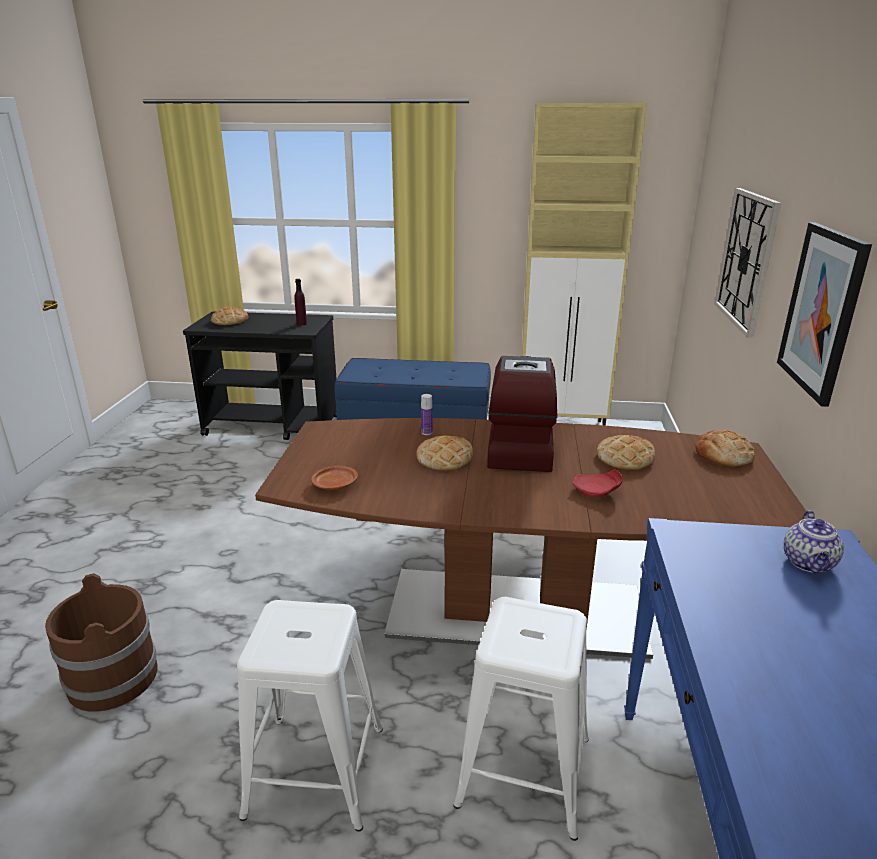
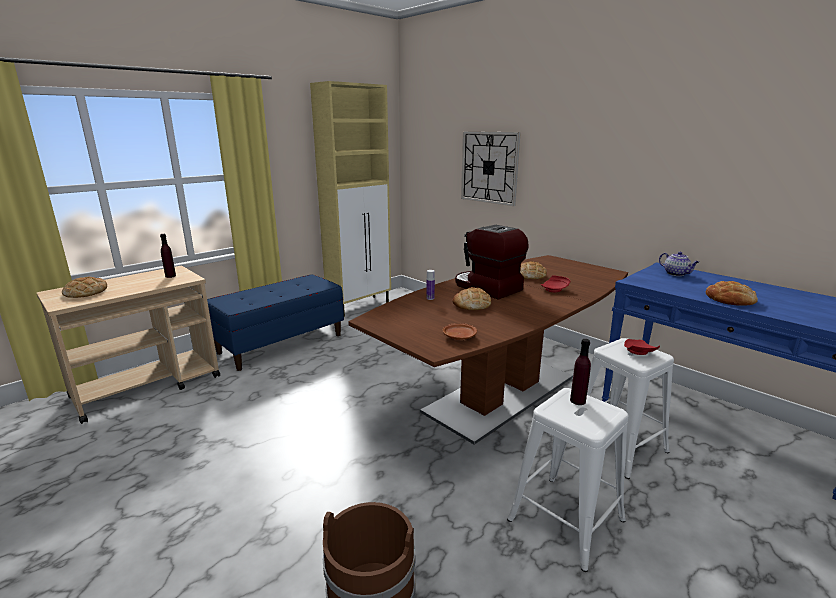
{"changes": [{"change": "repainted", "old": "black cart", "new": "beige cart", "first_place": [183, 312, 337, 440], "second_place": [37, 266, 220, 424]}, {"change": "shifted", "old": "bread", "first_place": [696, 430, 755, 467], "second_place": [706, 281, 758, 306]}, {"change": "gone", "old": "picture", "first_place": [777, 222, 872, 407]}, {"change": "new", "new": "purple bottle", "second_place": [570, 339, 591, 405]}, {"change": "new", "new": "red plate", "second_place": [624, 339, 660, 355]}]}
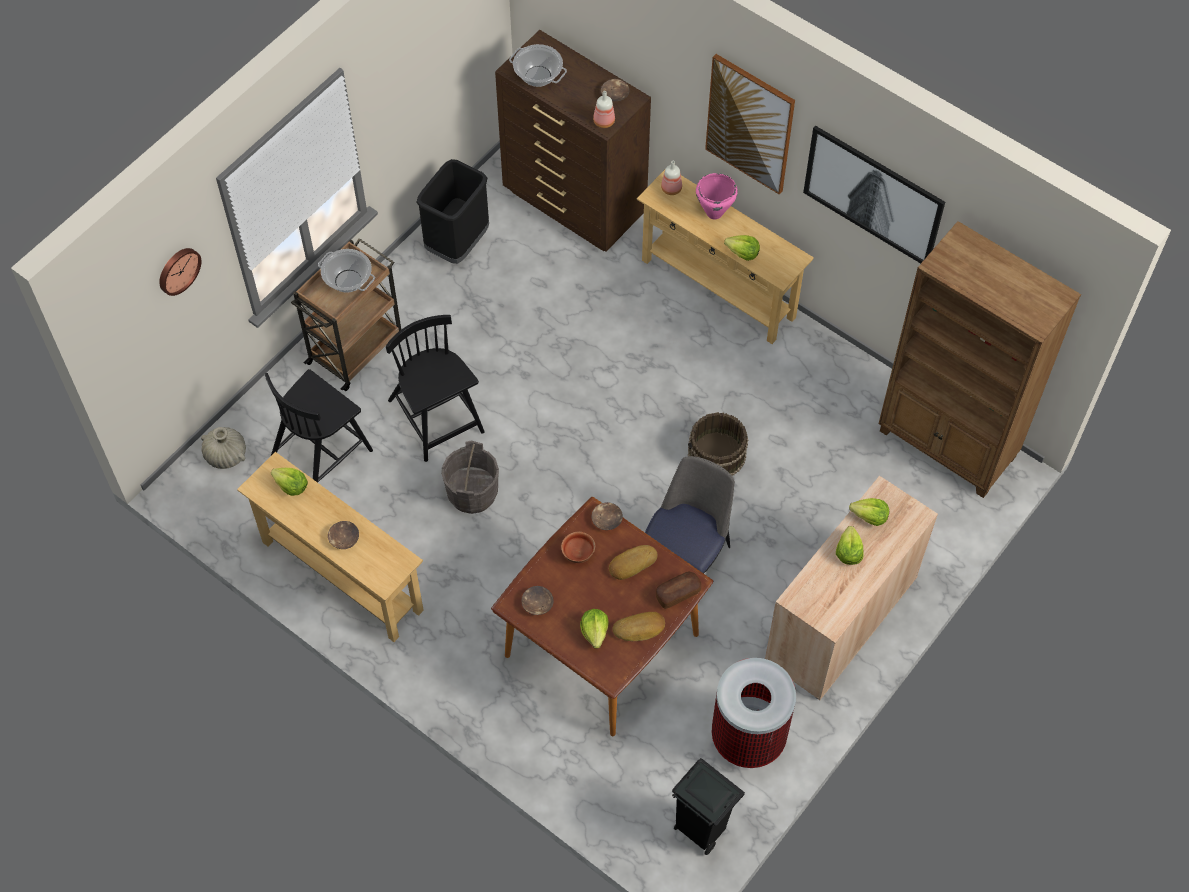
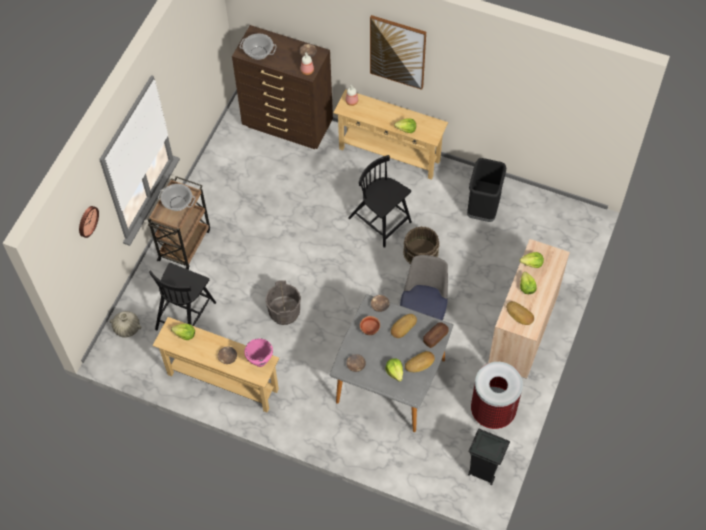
{"changes": [{"change": "shifted", "old": "black chair", "first_place": [386, 315, 485, 462], "second_place": [348, 155, 412, 248]}, {"change": "shifted", "old": "black trash can", "first_place": [416, 159, 489, 264], "second_place": [467, 158, 506, 222]}, {"change": "repainted", "old": "brown dining table", "new": "grey dining table", "first_place": [491, 497, 713, 736], "second_place": [330, 294, 453, 432]}, {"change": "shifted", "old": "pink cooking pot", "first_place": [696, 173, 738, 219], "second_place": [244, 338, 273, 367]}, {"change": "gone", "old": "picture", "first_place": [803, 126, 945, 264]}, {"change": "gone", "old": "brown bookcase", "first_place": [878, 221, 1081, 498]}, {"change": "new", "new": "bread", "second_place": [506, 301, 534, 325]}]}
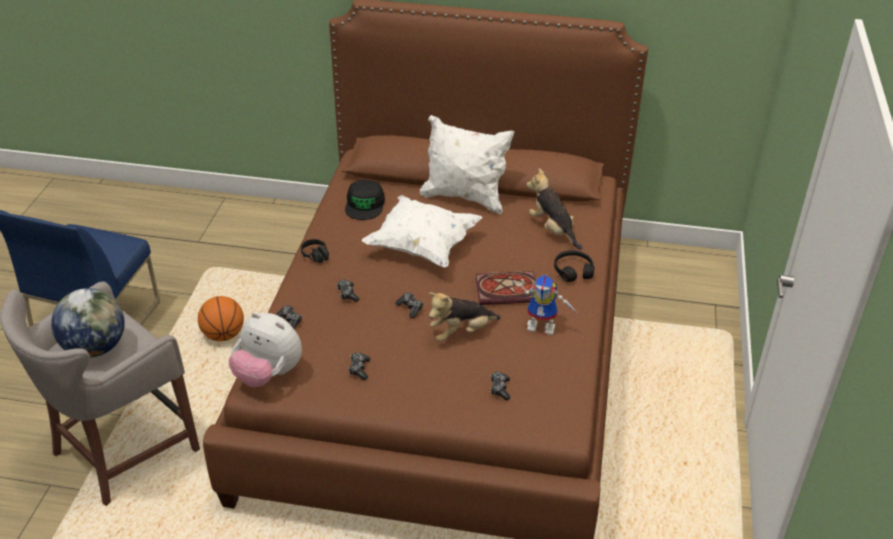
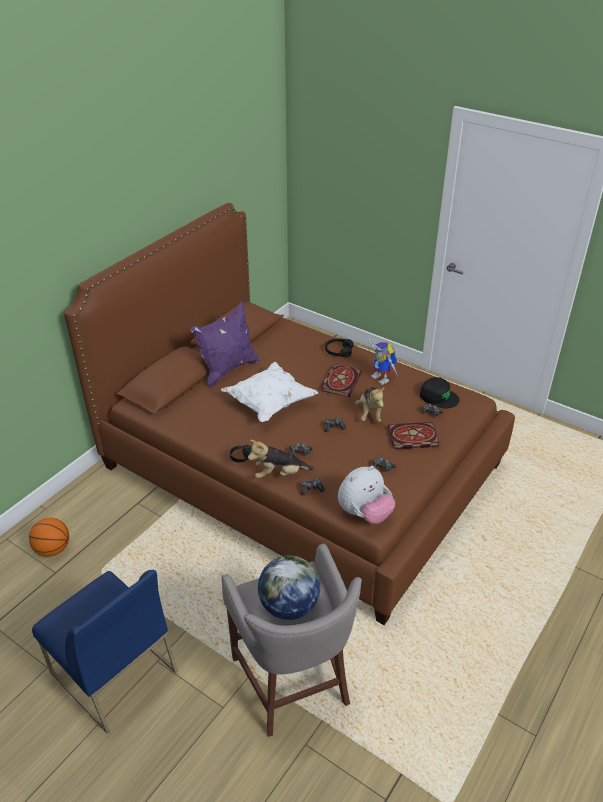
{"changes": [{"change": "shifted", "old": "basketball", "first_place": [198, 296, 244, 341], "second_place": [29, 518, 69, 557]}, {"change": "shifted", "old": "black cap", "first_place": [345, 180, 385, 220], "second_place": [420, 377, 460, 408]}, {"change": "repainted", "old": "white pillow", "new": "purple pillow", "first_place": [420, 115, 514, 215], "second_place": [190, 301, 260, 387]}, {"change": "rotated", "old": "toy robot", "first_place": [513, 274, 577, 335], "second_place": [369, 339, 398, 385], "degrees": 105}, {"change": "shifted", "old": "plush toy", "first_place": [526, 168, 582, 250], "second_place": [248, 440, 314, 478]}, {"change": "new", "new": "book", "second_place": [388, 422, 440, 449]}]}
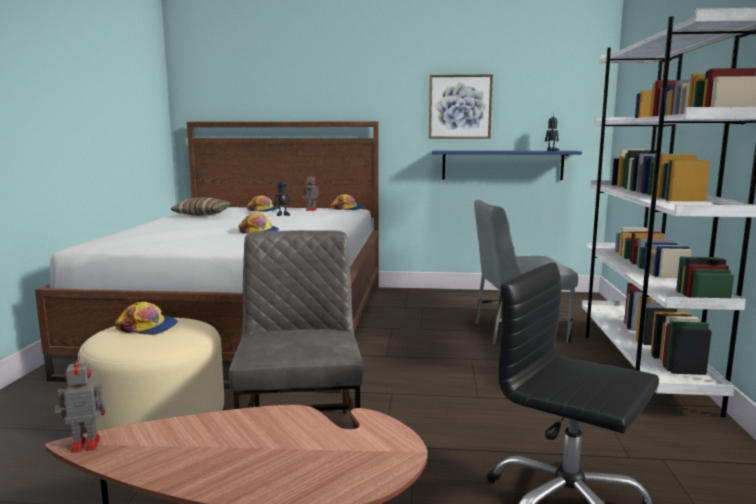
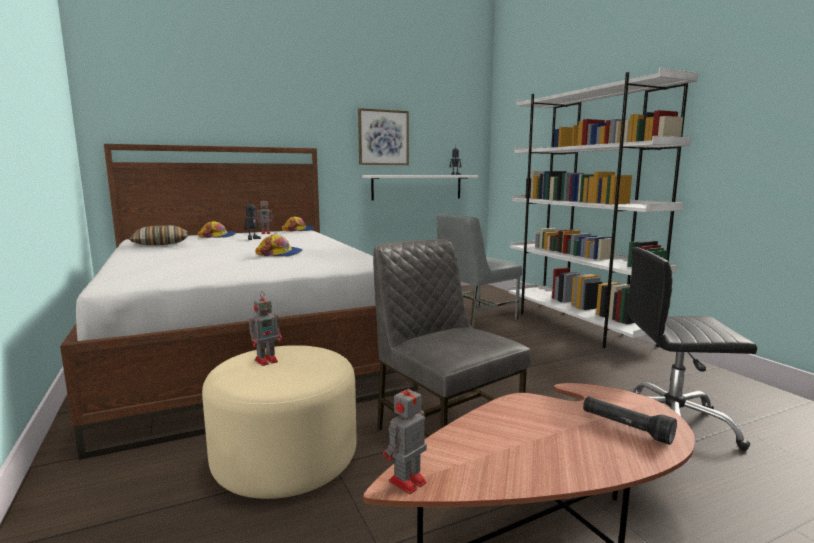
{"changes": [{"change": "swapped", "old": "cap", "new": "toy robot", "first_place": [115, 302, 178, 335], "second_place": [249, 291, 282, 366]}, {"change": "repainted", "old": "blue shelf", "new": "white shelf", "first_place": [432, 150, 582, 180], "second_place": [362, 175, 478, 200]}, {"change": "new", "new": "black flashlight", "second_place": [583, 396, 677, 445]}]}
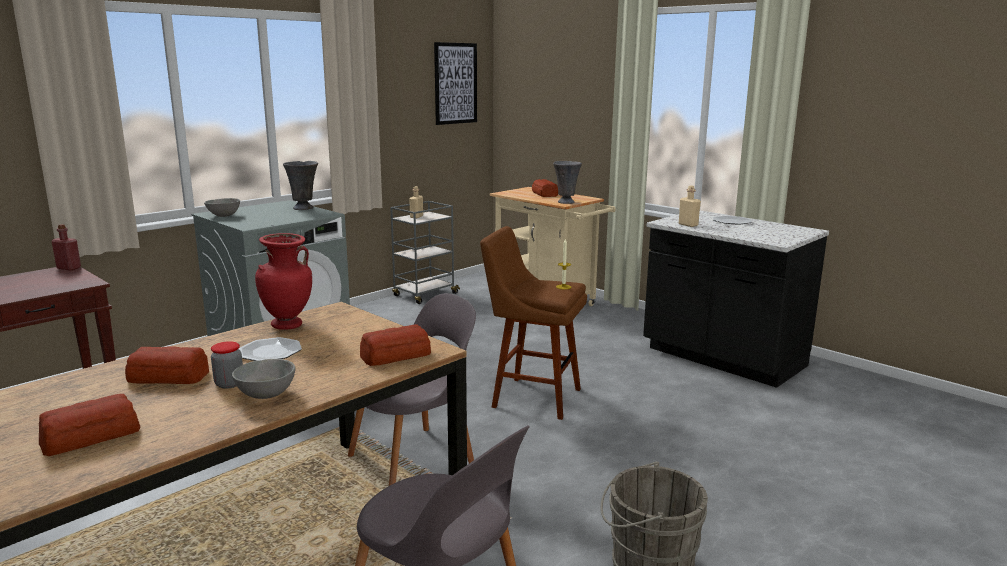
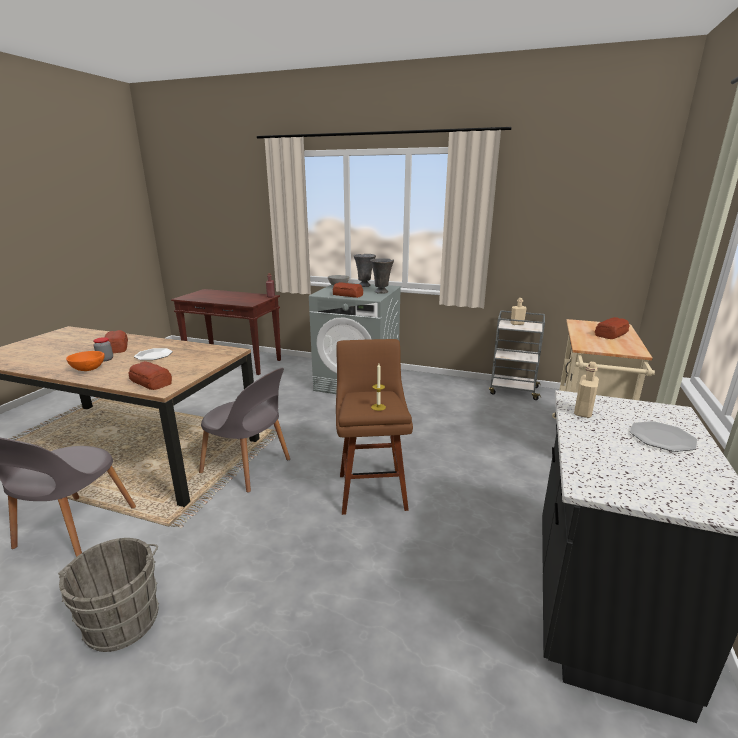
{"changes": [{"change": "shifted", "old": "bread", "first_place": [39, 394, 141, 456], "second_place": [332, 282, 363, 298]}, {"change": "repainted", "old": "grey bowl", "new": "orange bowl", "first_place": [232, 359, 296, 399], "second_place": [66, 351, 105, 371]}, {"change": "gone", "old": "red vase", "first_place": [255, 233, 312, 330]}, {"change": "gone", "old": "picture", "first_place": [434, 42, 477, 125]}, {"change": "shifted", "old": "grey vase", "first_place": [553, 161, 582, 204], "second_place": [354, 254, 376, 287]}]}
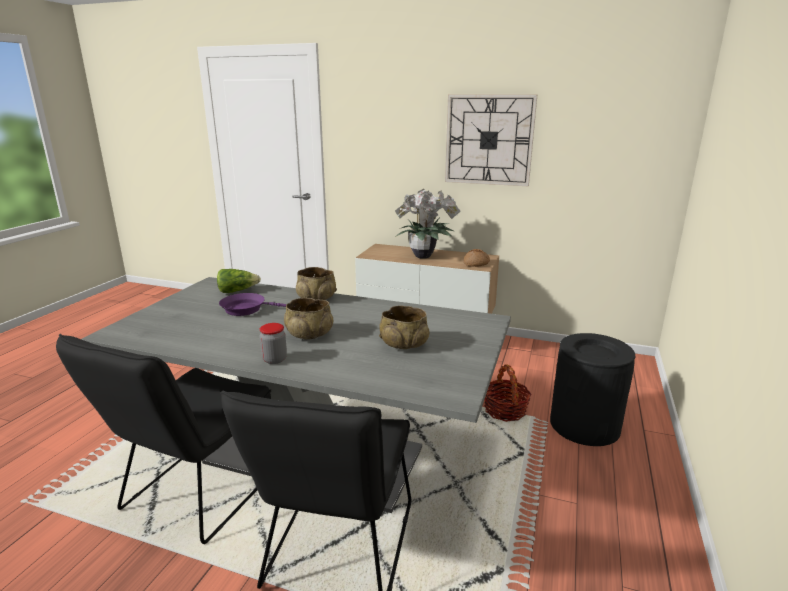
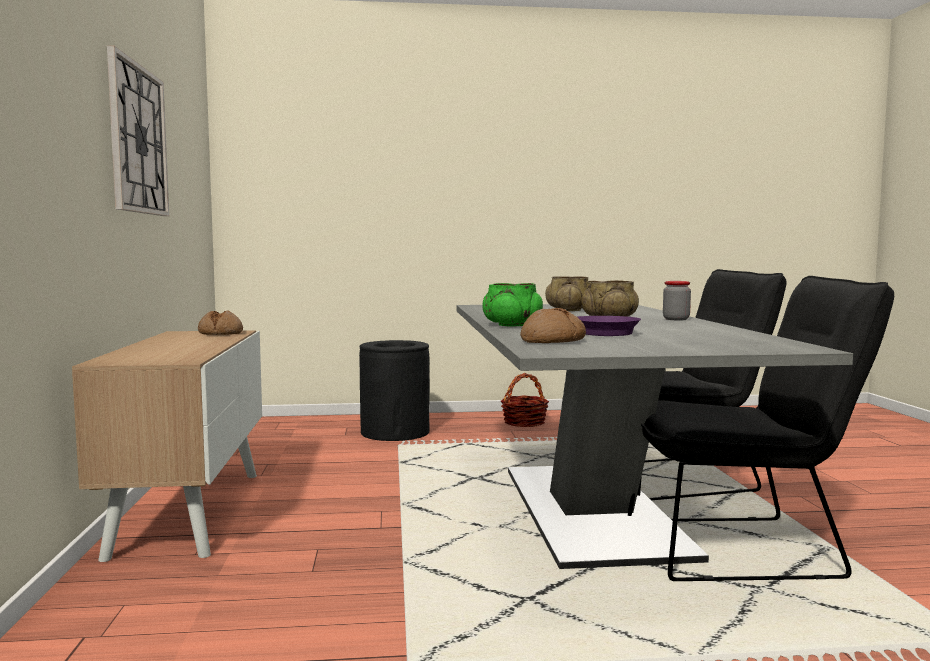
{"changes": [{"change": "swapped", "old": "lettuce", "new": "bread", "first_place": [217, 269, 261, 293], "second_place": [520, 308, 586, 343]}, {"change": "repainted", "old": "beige bowl", "new": "green bowl", "first_place": [296, 267, 337, 300], "second_place": [483, 283, 543, 327]}, {"change": "gone", "old": "potted plant", "first_place": [395, 188, 461, 259]}, {"change": "shifted", "old": "basket", "first_place": [484, 364, 532, 422], "second_place": [501, 373, 549, 427]}]}
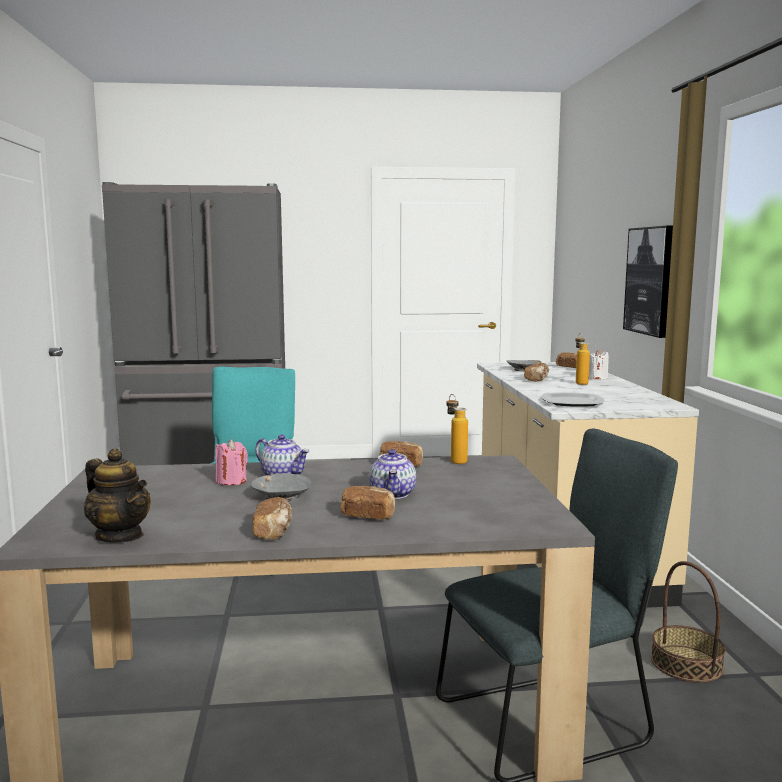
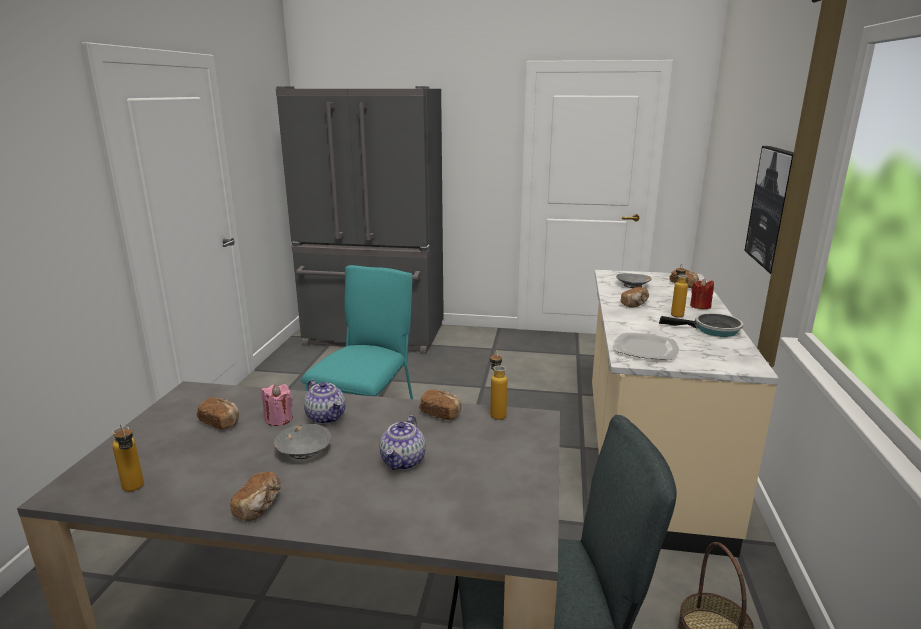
{"changes": [{"change": "swapped", "old": "teapot", "new": "bottle", "first_place": [84, 448, 151, 542], "second_place": [112, 424, 144, 492]}, {"change": "shifted", "old": "bread", "first_place": [340, 486, 395, 519], "second_place": [197, 398, 239, 429]}, {"change": "repainted", "old": "white candle", "new": "red candle", "first_place": [589, 350, 609, 379], "second_place": [690, 278, 714, 309]}, {"change": "new", "new": "frying pan", "second_place": [659, 313, 743, 337]}]}
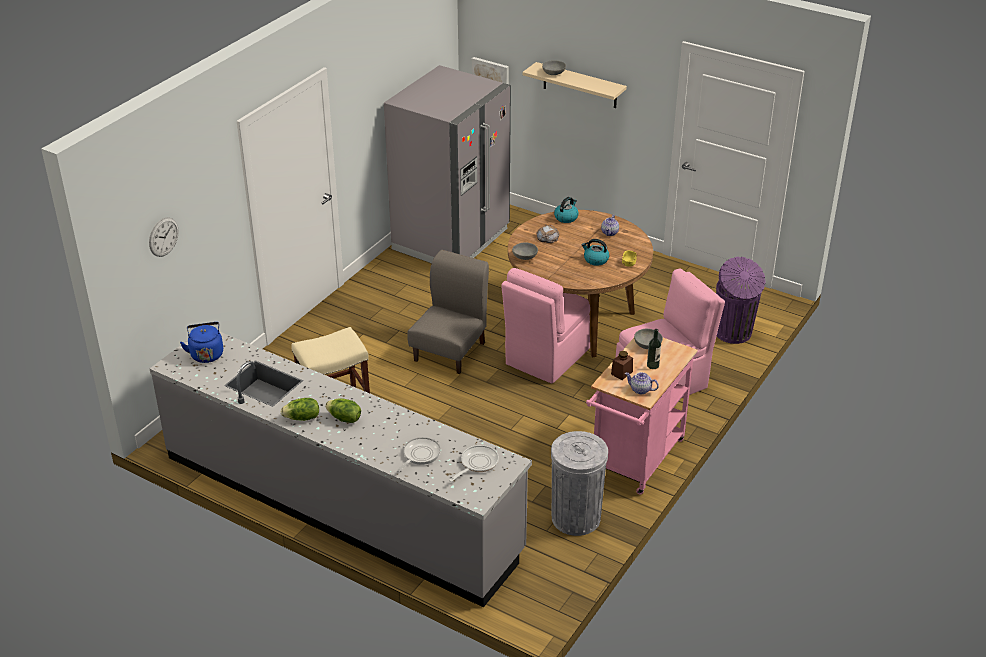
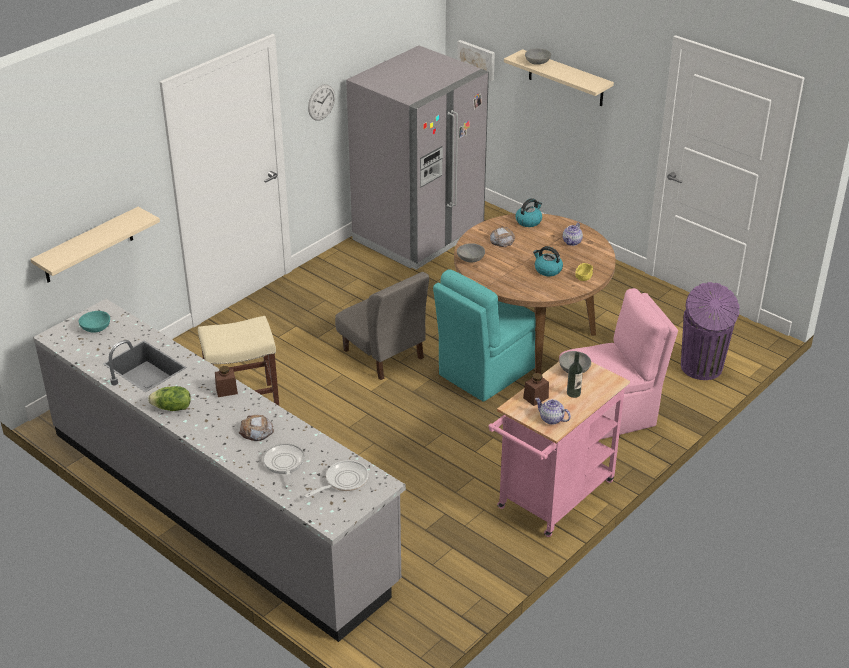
{"changes": [{"change": "shifted", "old": "wall clock", "first_place": [149, 217, 179, 257], "second_place": [308, 84, 335, 121]}, {"change": "swapped", "old": "blue kettle", "new": "turquoise bowl", "first_place": [180, 322, 223, 363], "second_place": [79, 311, 110, 333]}, {"change": "gone", "old": "lettuce", "first_place": [325, 398, 361, 423]}, {"change": "rotated", "old": "frying pan", "first_place": [397, 437, 441, 472], "second_place": [263, 443, 305, 486], "degrees": -60}, {"change": "rotated", "old": "grey chair", "first_place": [407, 250, 489, 374], "second_place": [335, 272, 429, 380], "degrees": 105}, {"change": "repainted", "old": "pink chair", "new": "turquoise chair", "first_place": [501, 268, 590, 384], "second_place": [433, 270, 536, 402]}, {"change": "gone", "old": "grey trash can", "first_place": [551, 431, 608, 536]}, {"change": "new", "new": "beige shelf", "second_place": [31, 207, 160, 283]}, {"change": "new", "new": "brown jar", "second_place": [215, 366, 238, 397]}, {"change": "new", "new": "bread", "second_place": [239, 415, 274, 441]}]}
